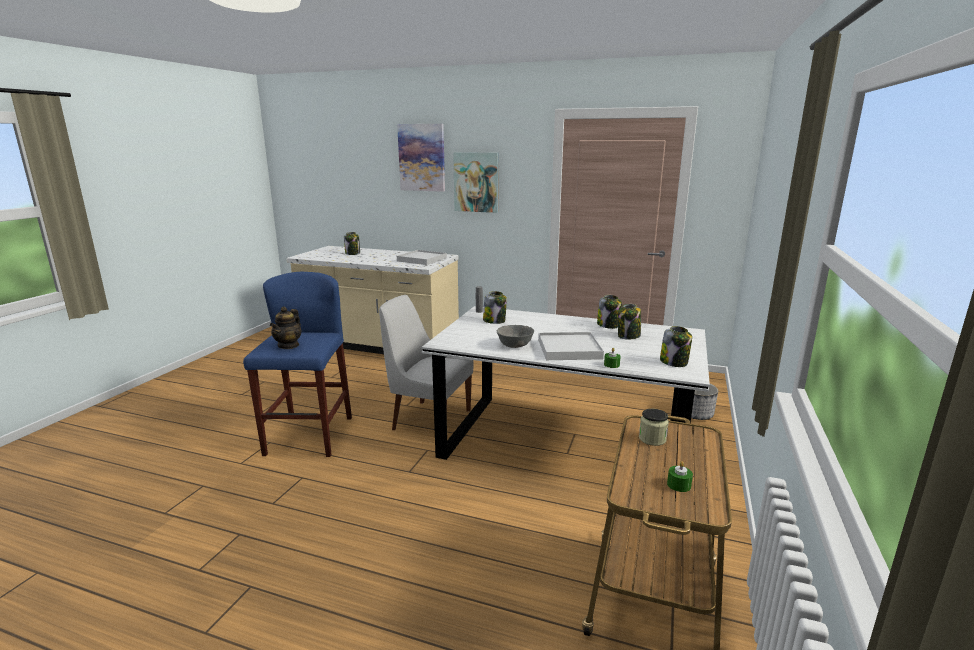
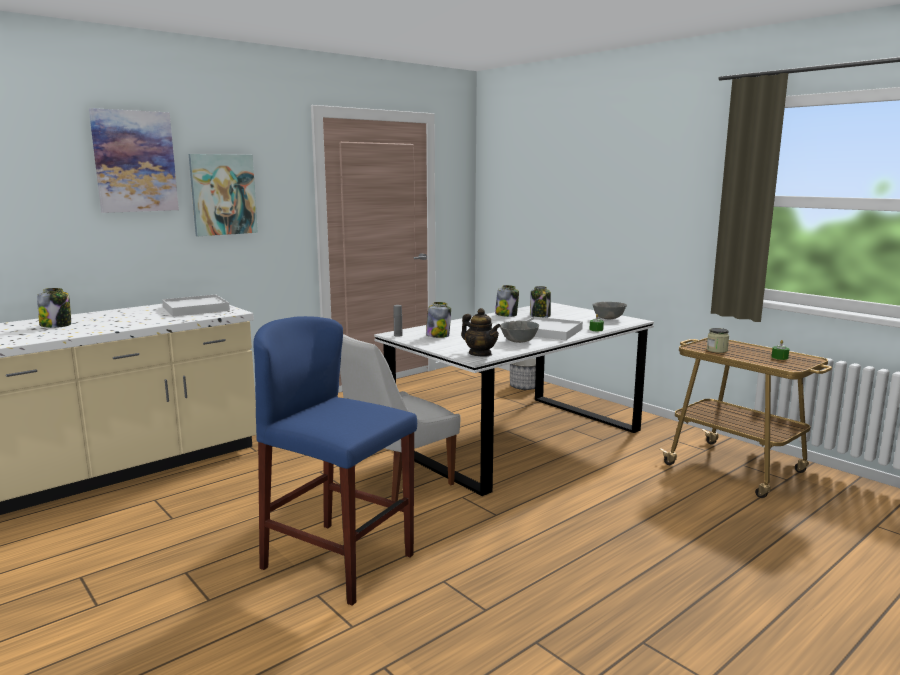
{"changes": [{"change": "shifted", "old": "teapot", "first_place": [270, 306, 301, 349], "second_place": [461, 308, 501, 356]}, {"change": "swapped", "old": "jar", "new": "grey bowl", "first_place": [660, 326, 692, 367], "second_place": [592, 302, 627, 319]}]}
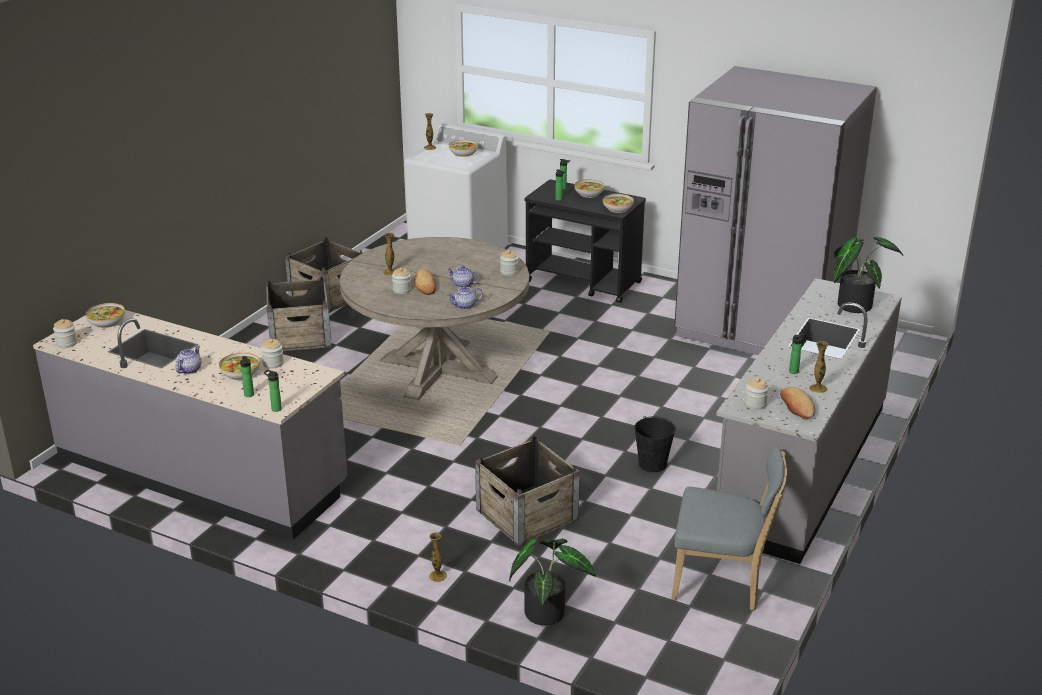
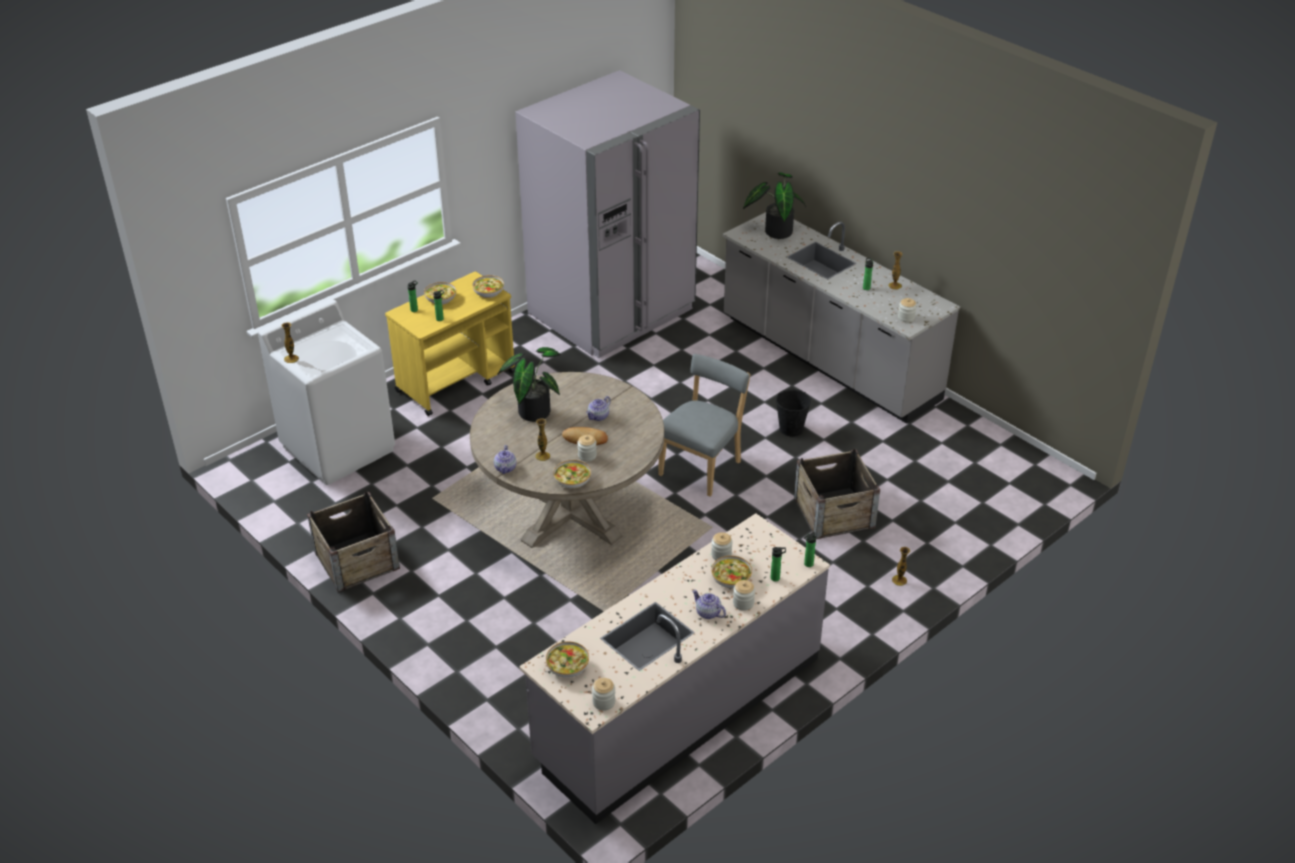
{"changes": [{"change": "gone", "old": "crate", "first_place": [266, 276, 332, 351]}, {"change": "shifted", "old": "teapot", "first_place": [447, 286, 483, 309], "second_place": [494, 445, 516, 474]}, {"change": "shifted", "old": "bowl", "first_place": [449, 139, 478, 157], "second_place": [554, 460, 591, 489]}, {"change": "shifted", "old": "jar", "first_place": [500, 250, 518, 276], "second_place": [733, 580, 755, 611]}, {"change": "shifted", "old": "potted plant", "first_place": [509, 537, 596, 626], "second_place": [497, 347, 561, 422]}, {"change": "repainted", "old": "black cart", "new": "yellow cart", "first_place": [525, 179, 646, 303], "second_place": [385, 271, 515, 416]}, {"change": "shifted", "old": "grey chair", "first_place": [672, 446, 787, 611], "second_place": [658, 354, 751, 496]}, {"change": "gone", "old": "bread", "first_place": [780, 387, 815, 418]}]}
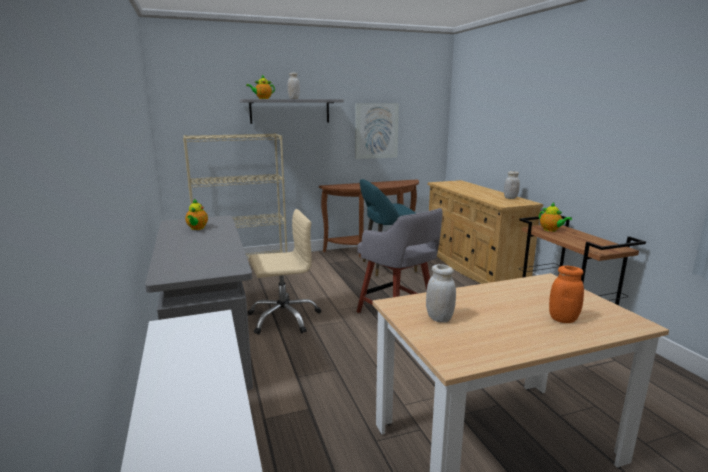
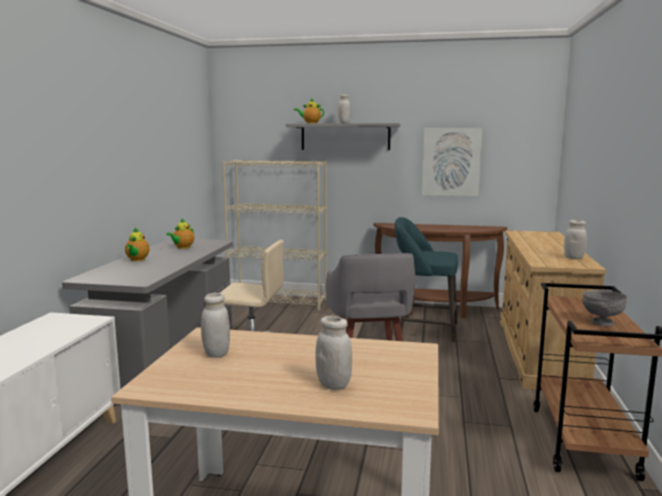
{"changes": [{"change": "shifted", "old": "teapot", "first_place": [539, 202, 572, 232], "second_place": [125, 227, 150, 261]}, {"change": "repainted", "old": "orange jar", "new": "white jar", "first_place": [549, 266, 584, 323], "second_place": [316, 316, 352, 390]}, {"change": "new", "new": "grey bowl", "second_place": [583, 290, 627, 326]}]}
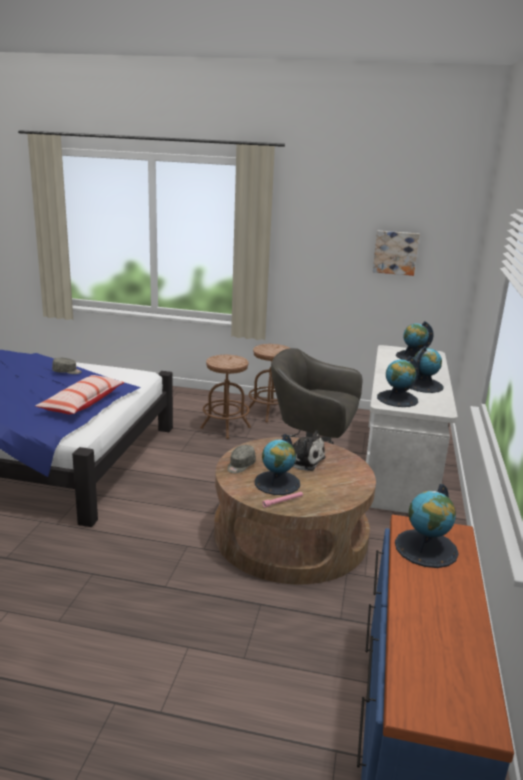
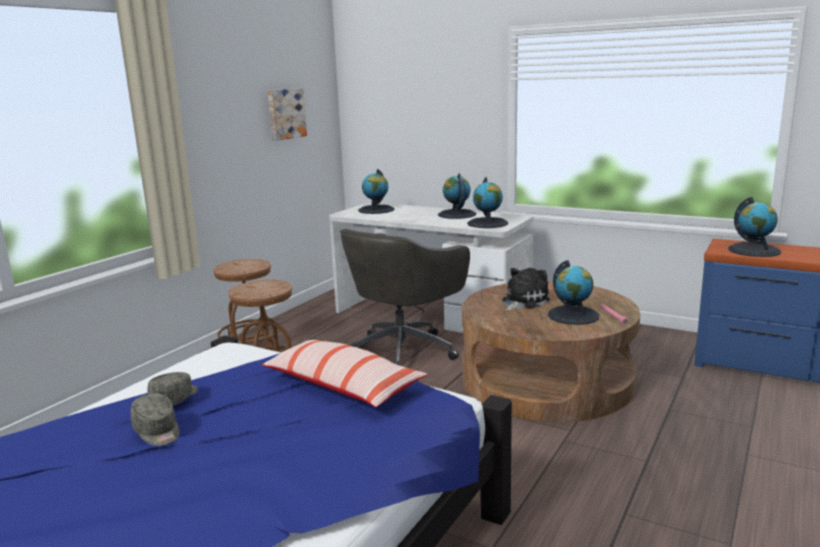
{"changes": [{"change": "shifted", "old": "grey cap", "first_place": [227, 445, 256, 473], "second_place": [131, 393, 179, 446]}]}
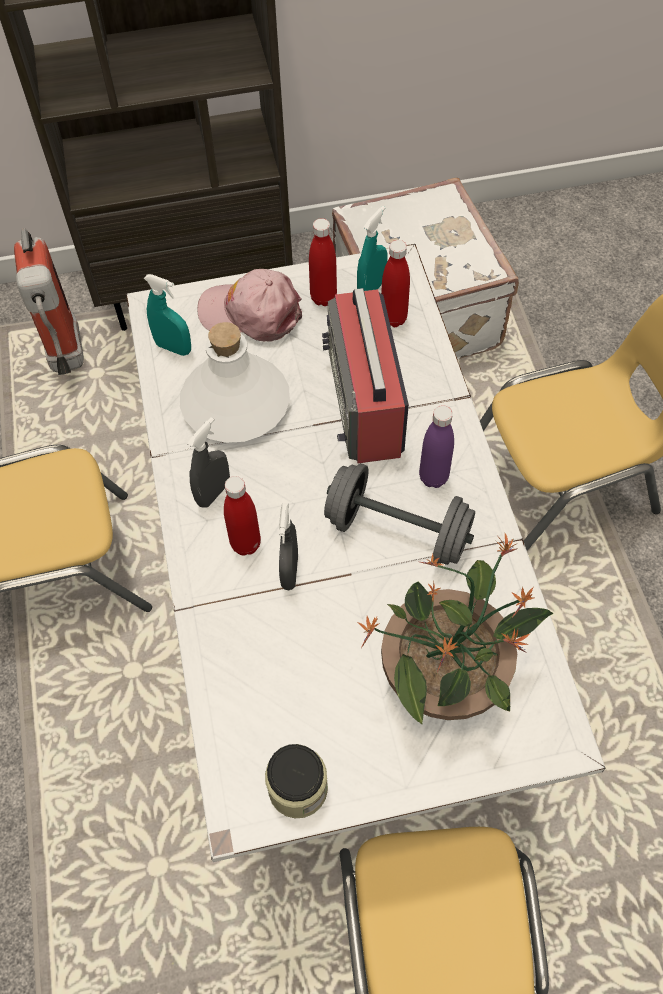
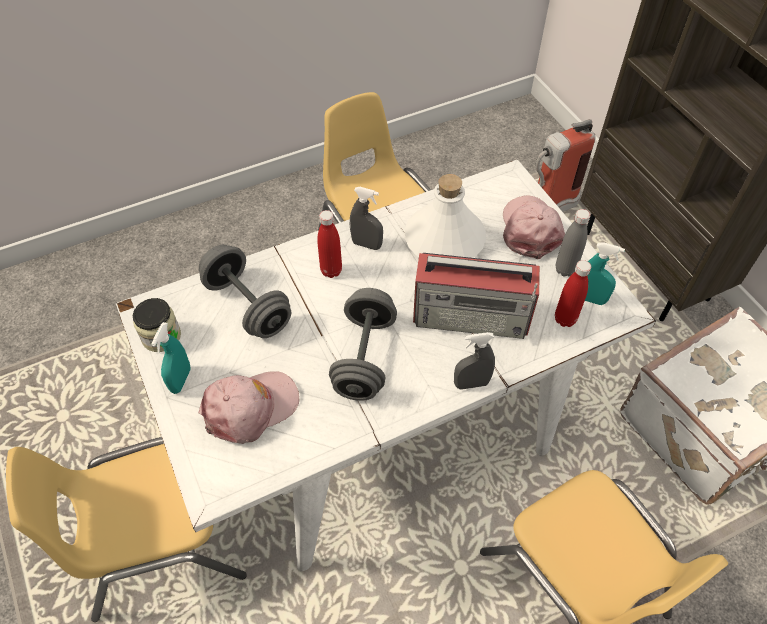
{"changes": [{"change": "shifted", "old": "turquoise spray bottle", "first_place": [144, 274, 191, 356], "second_place": [151, 322, 191, 394]}, {"change": "shifted", "old": "grey spray bottle", "first_place": [279, 503, 298, 590], "second_place": [454, 332, 495, 389]}, {"change": "repainted", "old": "red bottle", "new": "grey bottle", "first_place": [309, 218, 337, 306], "second_place": [556, 209, 590, 277]}, {"change": "rotated", "old": "radio", "first_place": [322, 288, 409, 463], "second_place": [413, 253, 540, 339], "degrees": -150}, {"change": "swapped", "old": "potted plant", "new": "pink cap", "first_place": [358, 533, 554, 724], "second_place": [199, 371, 299, 444]}, {"change": "gone", "old": "purple bottle", "first_place": [419, 405, 454, 488]}, {"change": "new", "new": "grey dumbbell", "second_place": [199, 245, 291, 338]}]}
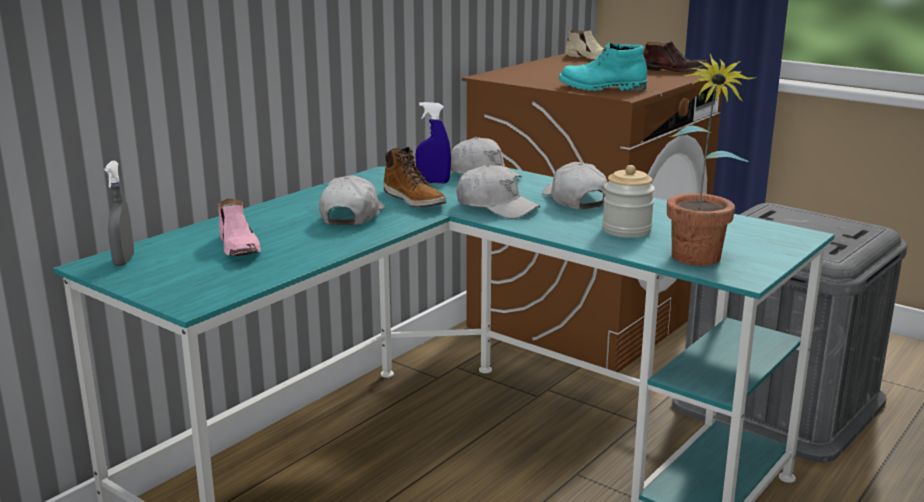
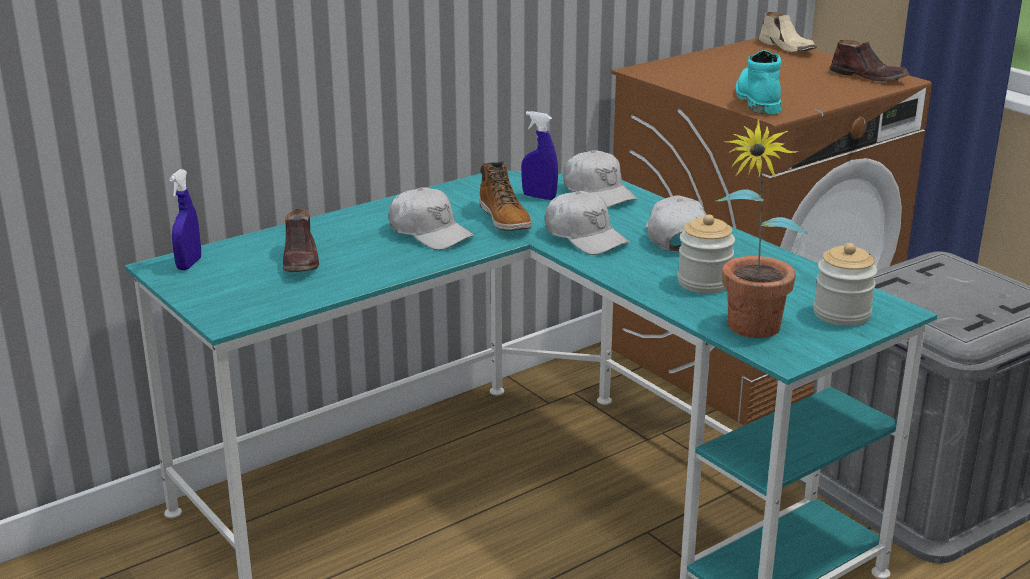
{"changes": [{"change": "repainted", "old": "grey spray bottle", "new": "blue spray bottle", "first_place": [104, 161, 134, 266], "second_place": [169, 169, 201, 270]}, {"change": "repainted", "old": "pink shoe", "new": "brown shoe", "first_place": [218, 199, 261, 256], "second_place": [283, 209, 319, 272]}, {"change": "rotated", "old": "white cap", "first_place": [319, 175, 385, 225], "second_place": [388, 187, 475, 250], "degrees": 105}, {"change": "rotated", "old": "turquoise boot", "first_place": [559, 43, 647, 92], "second_place": [736, 50, 781, 115], "degrees": 60}, {"change": "new", "new": "jar", "second_place": [814, 243, 877, 326]}]}
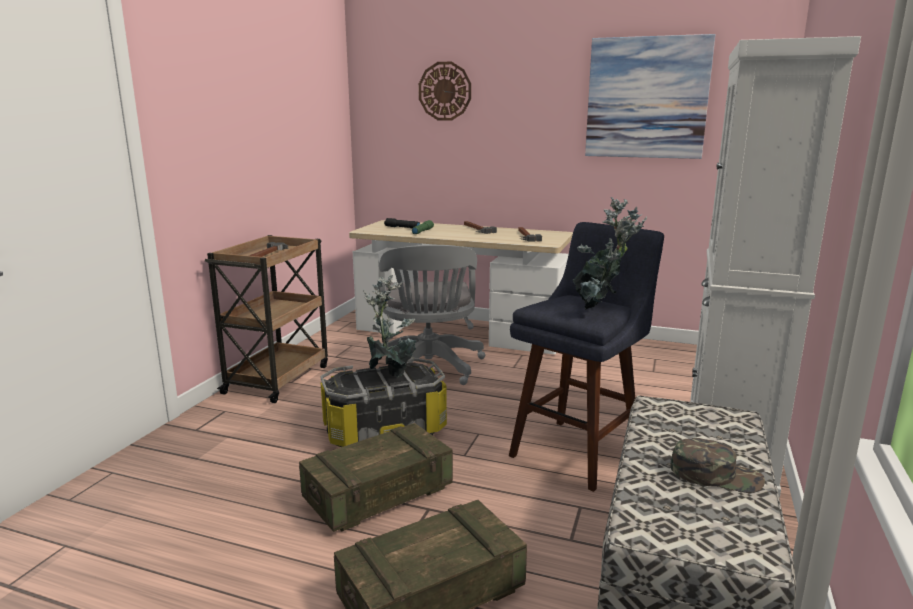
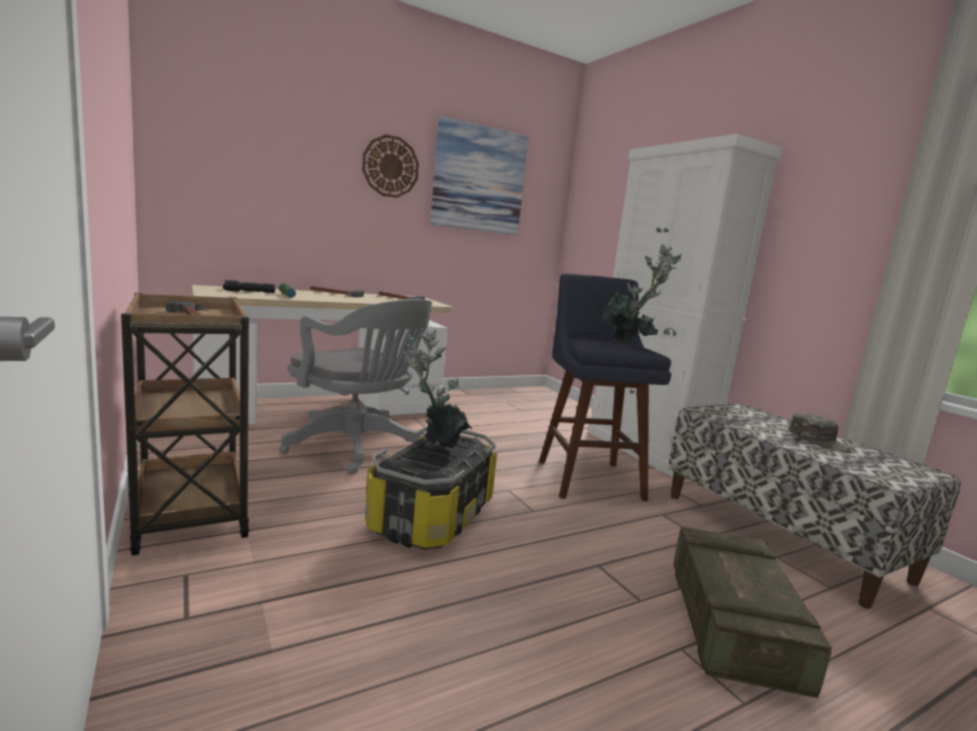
{"changes": [{"change": "gone", "old": "crate", "first_place": [299, 423, 453, 532]}, {"change": "shifted", "old": "wall clock", "first_place": [419, 62, 471, 121], "second_place": [362, 134, 419, 198]}, {"change": "rotated", "old": "green cap", "first_place": [671, 438, 765, 493], "second_place": [789, 412, 853, 450], "degrees": 105}]}
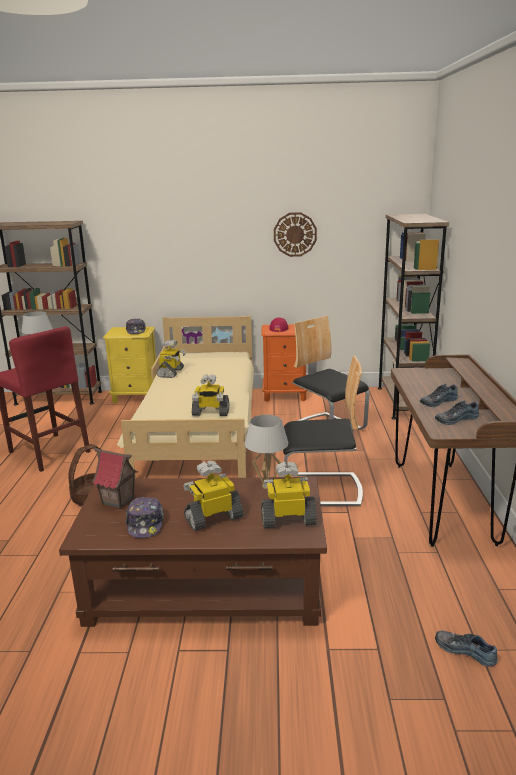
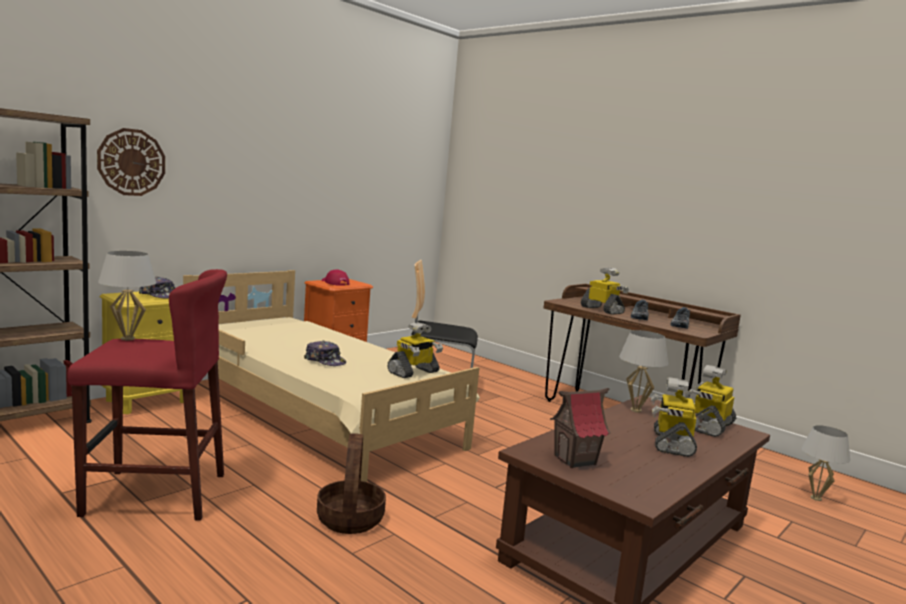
{"changes": [{"change": "shifted", "old": "cap", "first_place": [125, 497, 164, 538], "second_place": [304, 341, 346, 366]}, {"change": "shifted", "old": "toy robot", "first_place": [156, 340, 186, 378], "second_place": [581, 268, 629, 314]}, {"change": "shifted", "old": "wall clock", "first_place": [274, 212, 317, 257], "second_place": [97, 128, 165, 196]}, {"change": "gone", "old": "chair", "first_place": [283, 355, 363, 506]}, {"change": "gone", "old": "brown bookcase", "first_place": [378, 214, 449, 420]}, {"change": "swapped", "old": "shoe", "new": "white table lamp", "first_place": [435, 631, 498, 667], "second_place": [801, 425, 850, 501]}]}
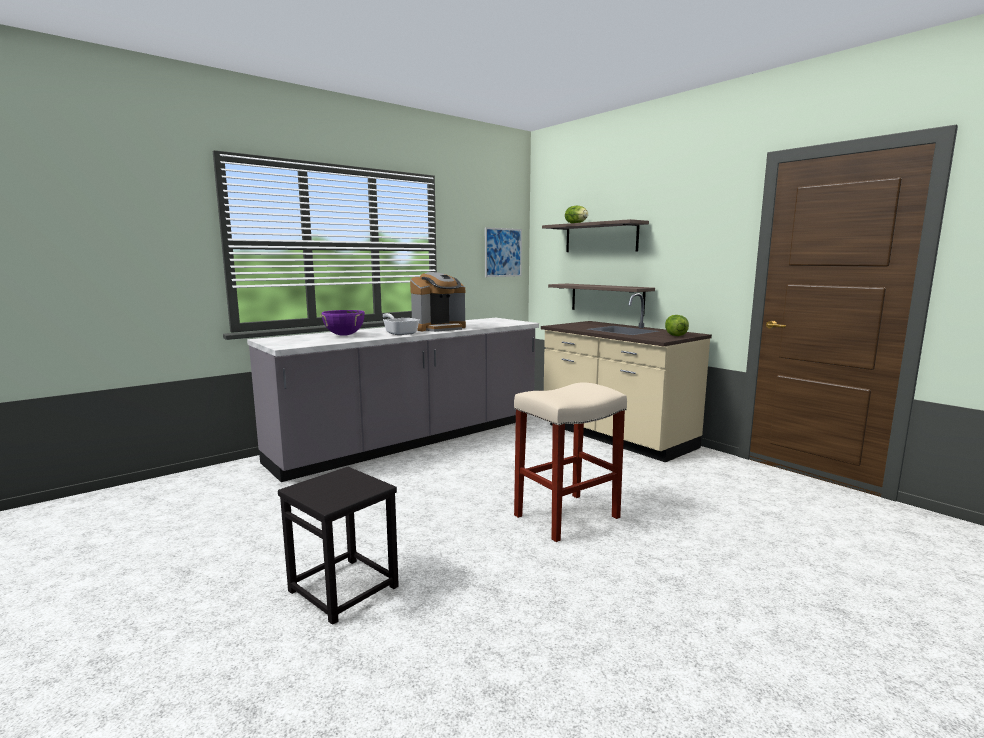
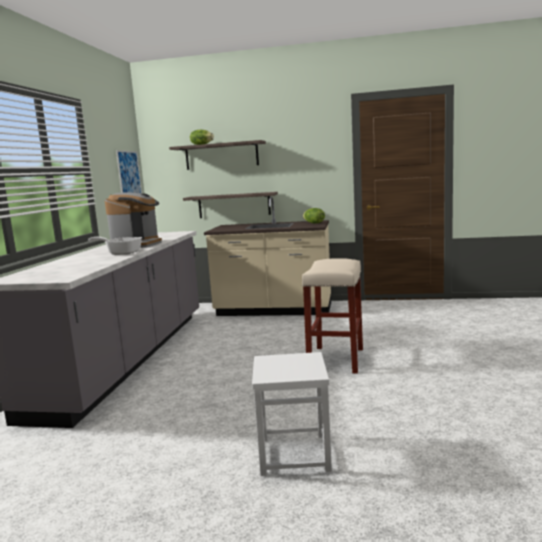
{"changes": [{"change": "repainted", "old": "black stool", "new": "white stool", "first_place": [278, 467, 399, 625], "second_place": [252, 352, 332, 476]}, {"change": "gone", "old": "purple cooking pot", "first_place": [320, 310, 365, 336]}]}
